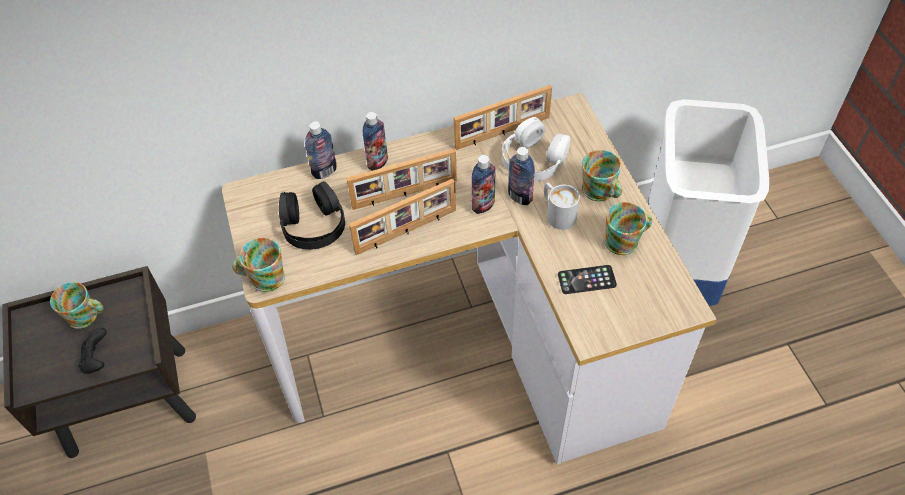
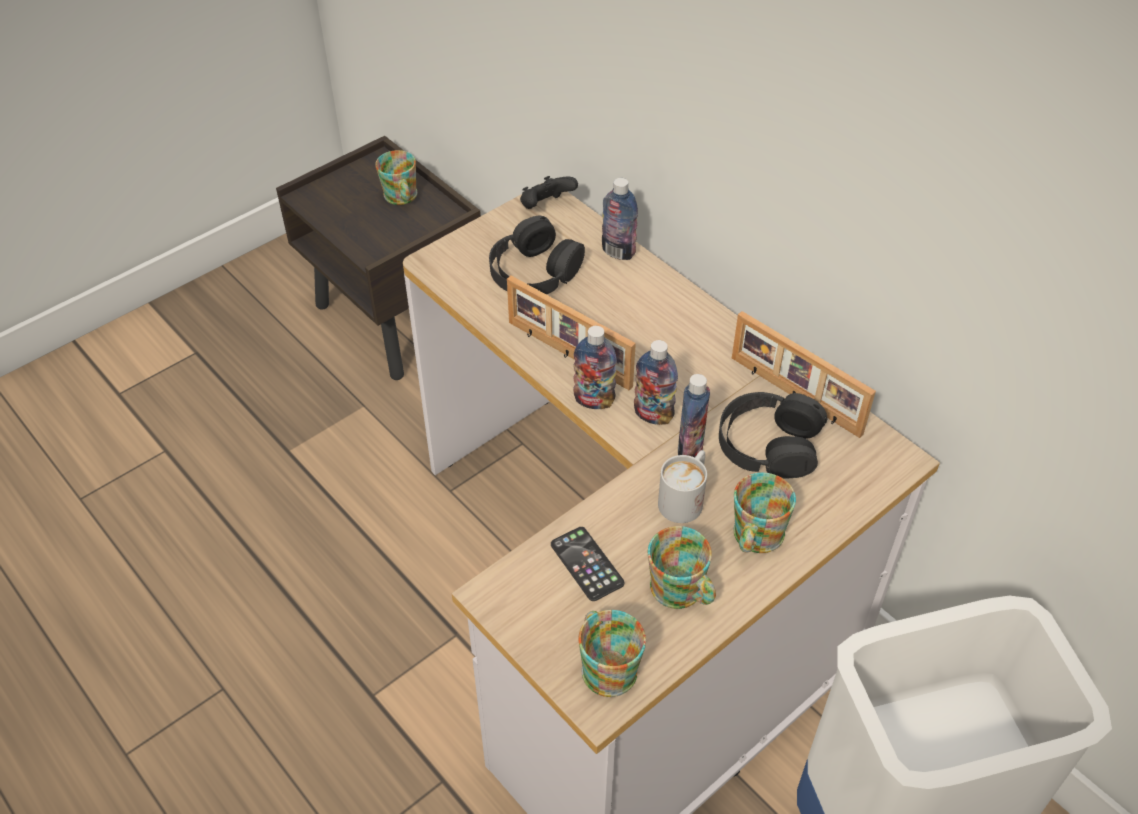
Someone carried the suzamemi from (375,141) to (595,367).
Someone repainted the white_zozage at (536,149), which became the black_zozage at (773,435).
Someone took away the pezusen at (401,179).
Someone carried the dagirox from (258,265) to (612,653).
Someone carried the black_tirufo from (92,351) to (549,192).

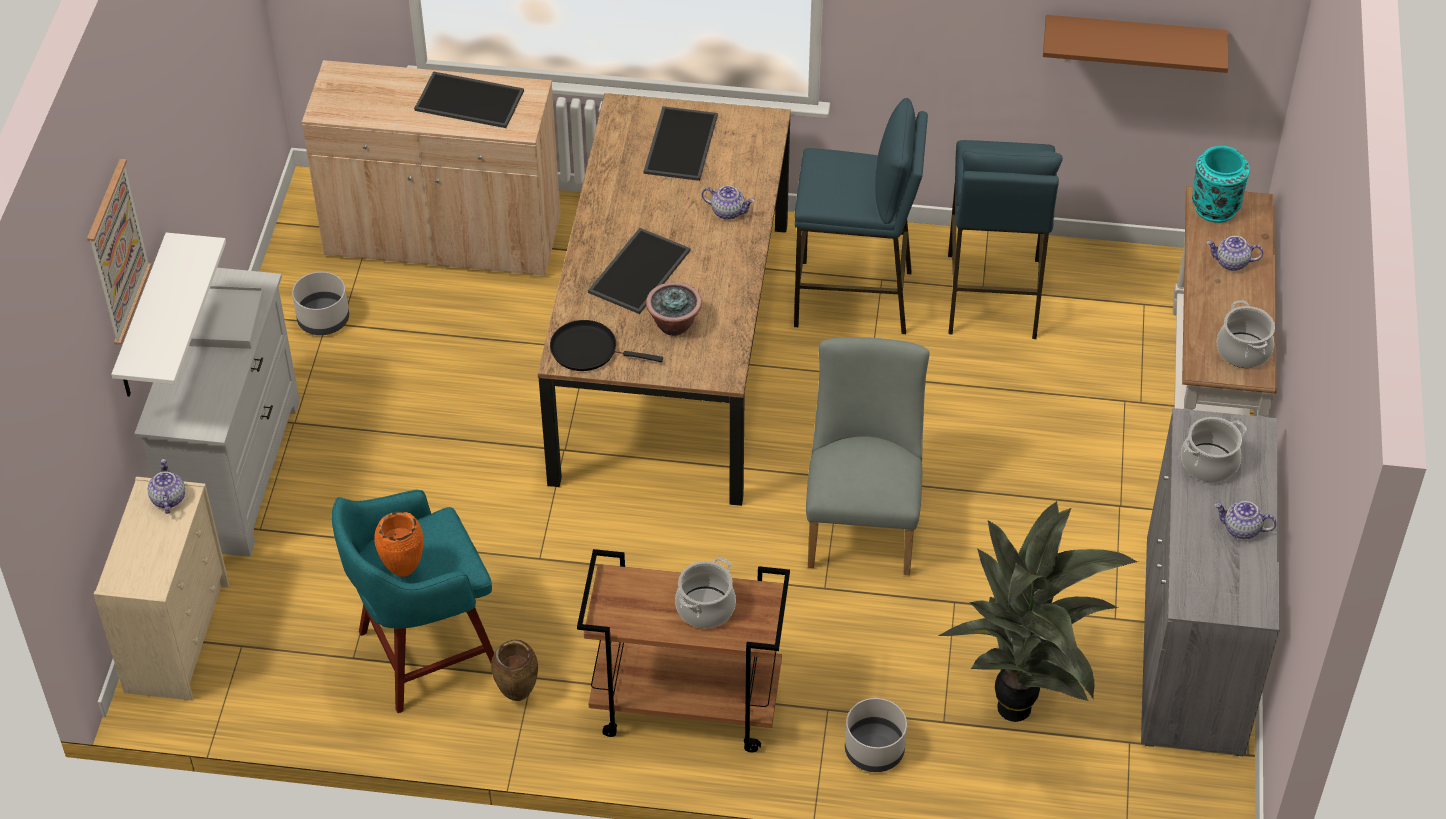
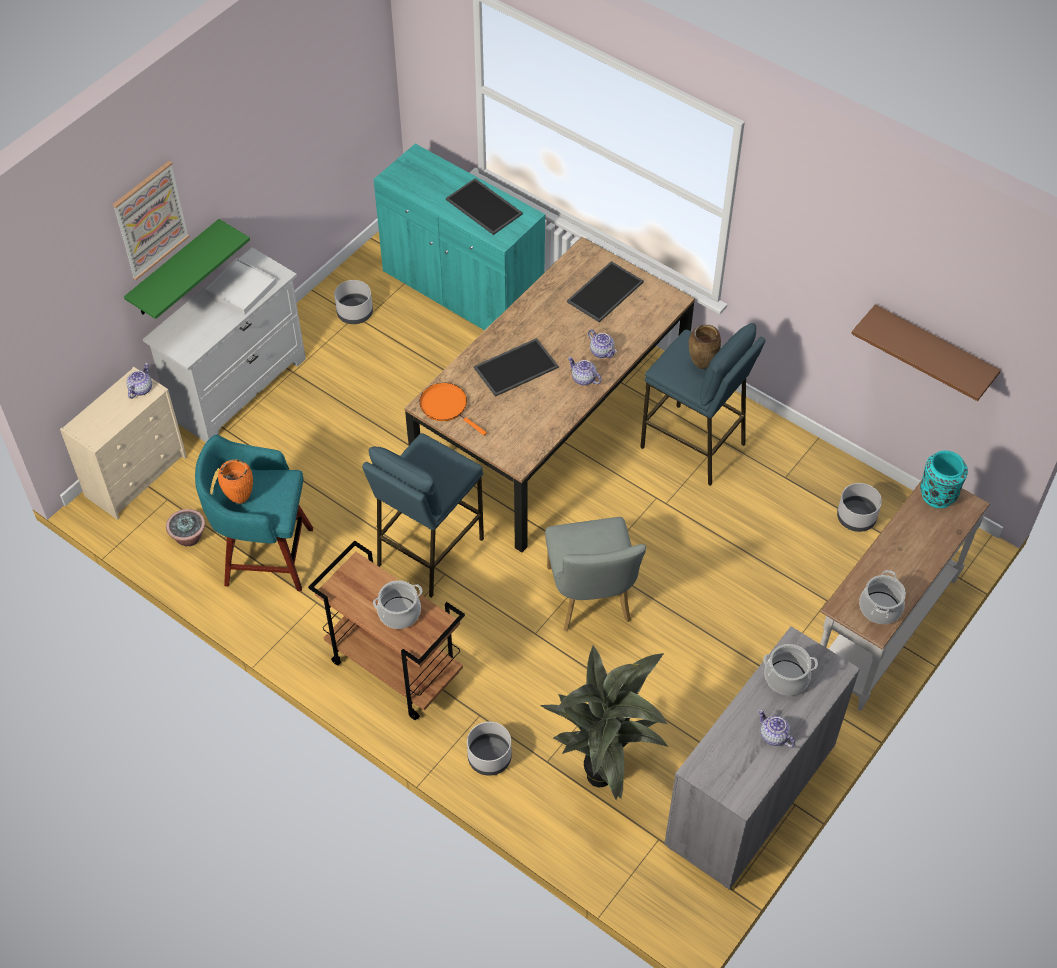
Someone repainted the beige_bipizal at (431,168), which became the turquoise_bipizal at (459,237).
Someone carried the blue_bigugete from (1005,239) to (423,515).
Someone repainted the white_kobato at (169,315), which became the green_kobato at (187,269).
Someone carried the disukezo from (1235,253) to (585,371).
Someone carried the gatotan from (674,309) to (185,528).
Someone repainted the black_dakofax at (606,345), which became the orange_dakofax at (453,409).
Someone rotated the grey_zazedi at (868,456) by 135 degrees clockwise.
Someone carried the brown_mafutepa from (514,670) to (704,347).
Someone put down the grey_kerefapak at (859,507).

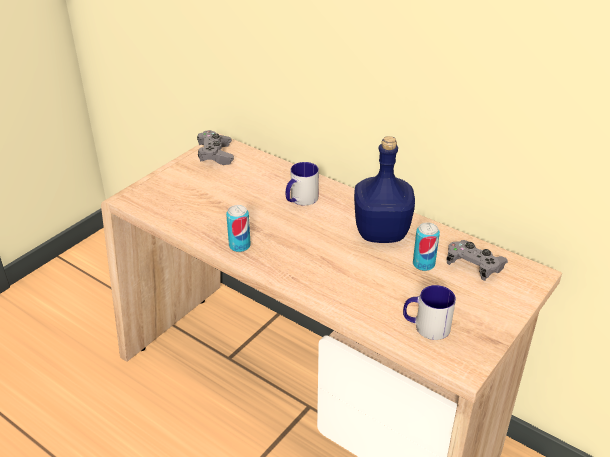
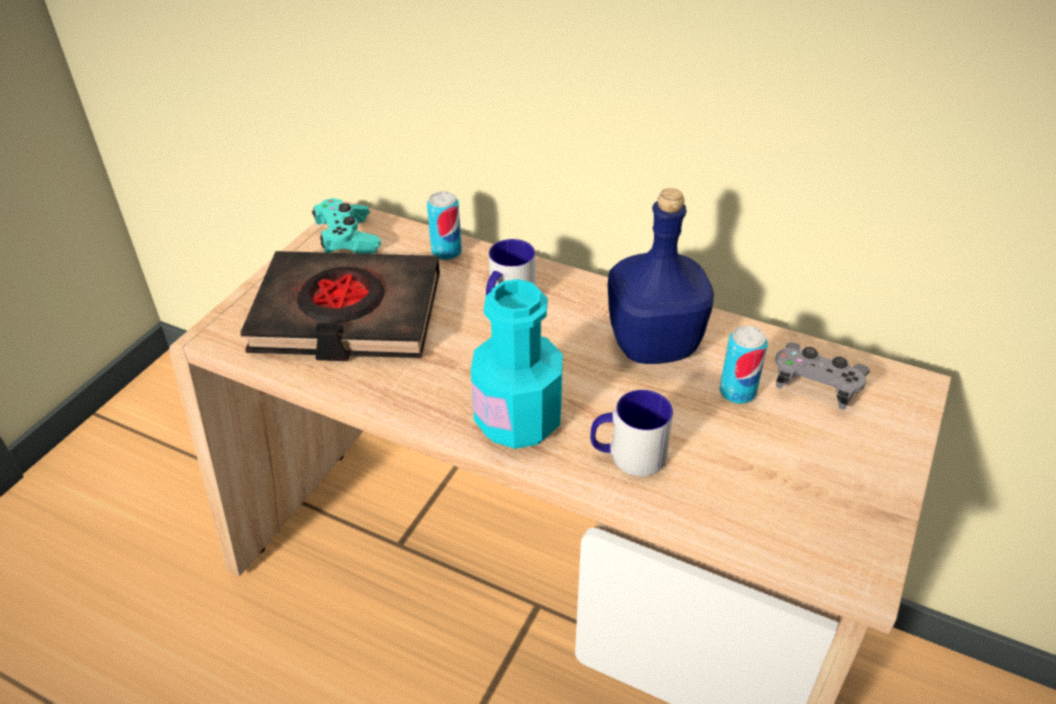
Someone repainted the grey_tirufo at (215,147), which became the turquoise_tirufo at (346,226).
Someone carried the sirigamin from (238,228) to (444,225).
Someone carried the dagirox from (429,312) to (631,433).
Someone put down the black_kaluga at (340,306).
Someone put down the turquoise_suzamemi at (517,364).

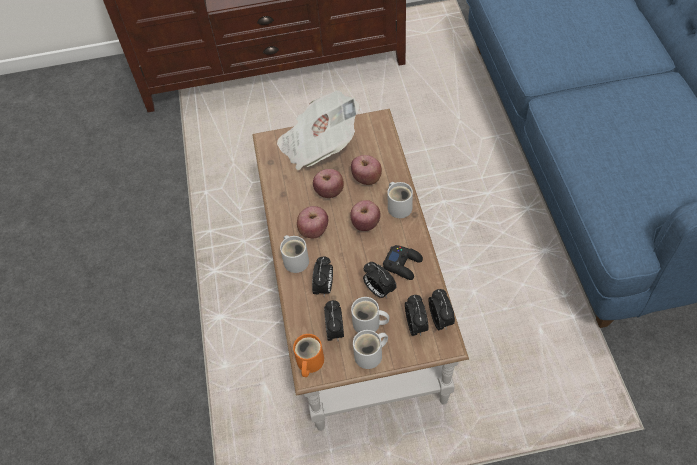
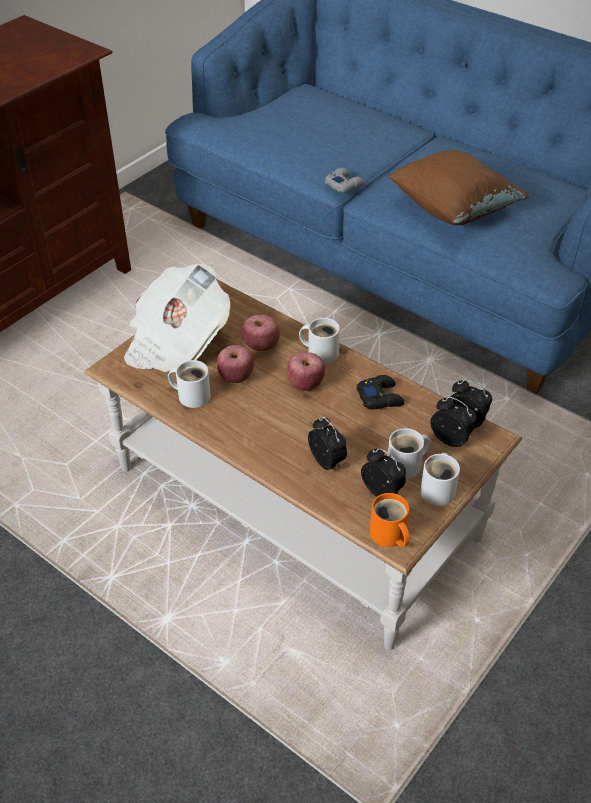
Someone took away the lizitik at (312,222).
Someone carried the white_dagirox from (294,254) to (189,384).
Someone took away the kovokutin at (380,280).
Someone put down the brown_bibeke at (458,187).
Someone put down the grey_tirufo at (345,180).

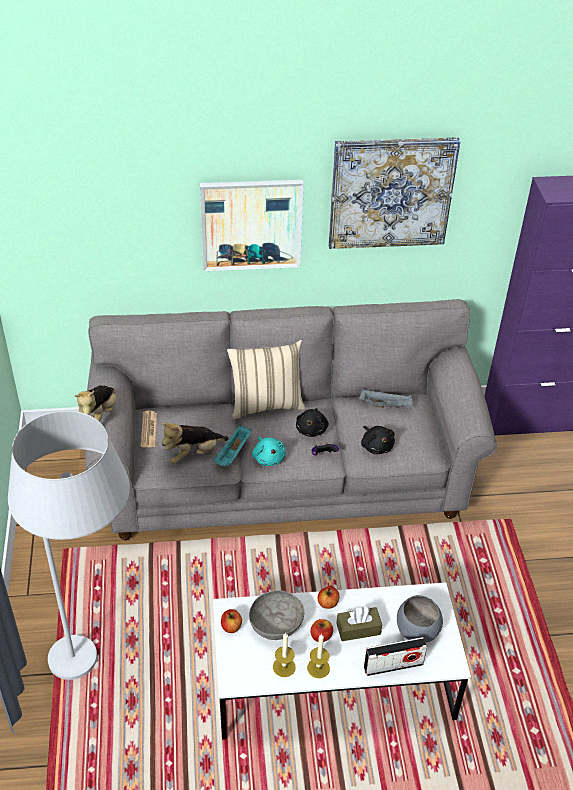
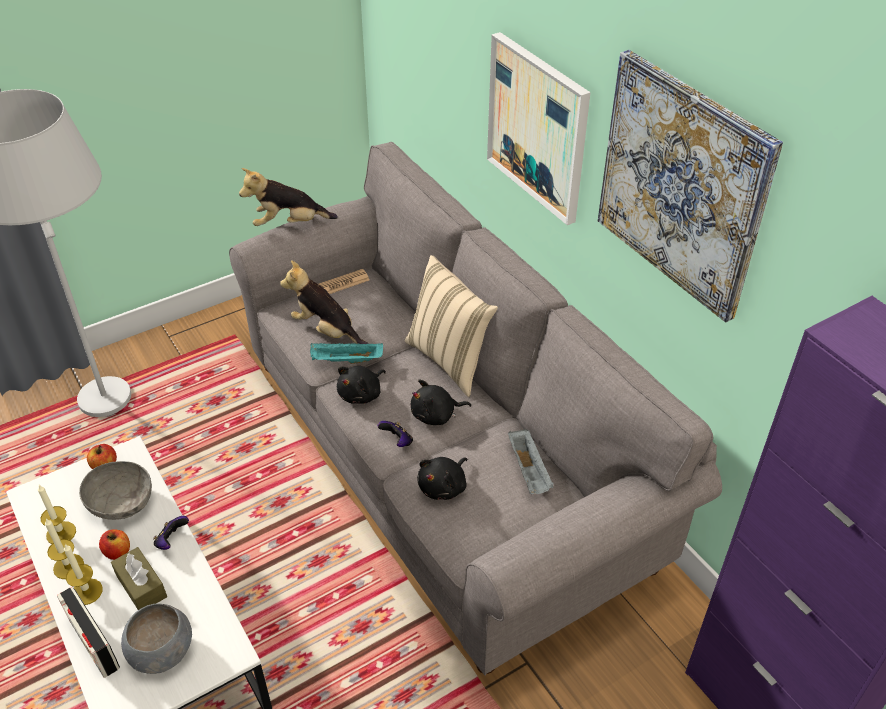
Someone repainted the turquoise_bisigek at (269,451), which became the black_bisigek at (361,385).
Someone swapped the lizitik at (329,597) for the tirufo at (171,533).
Someone put down the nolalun at (83,574).

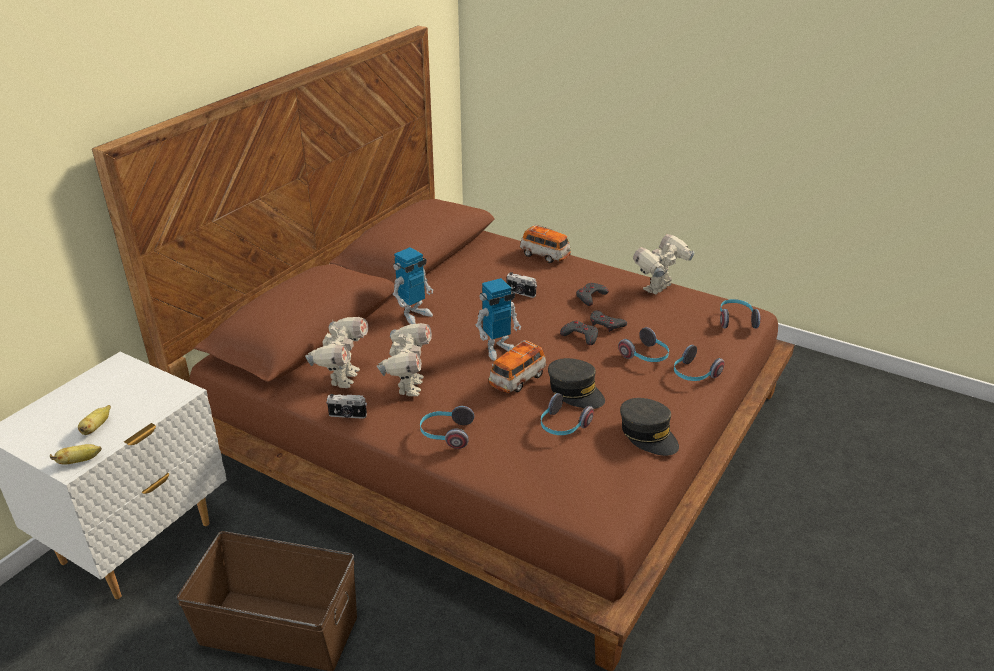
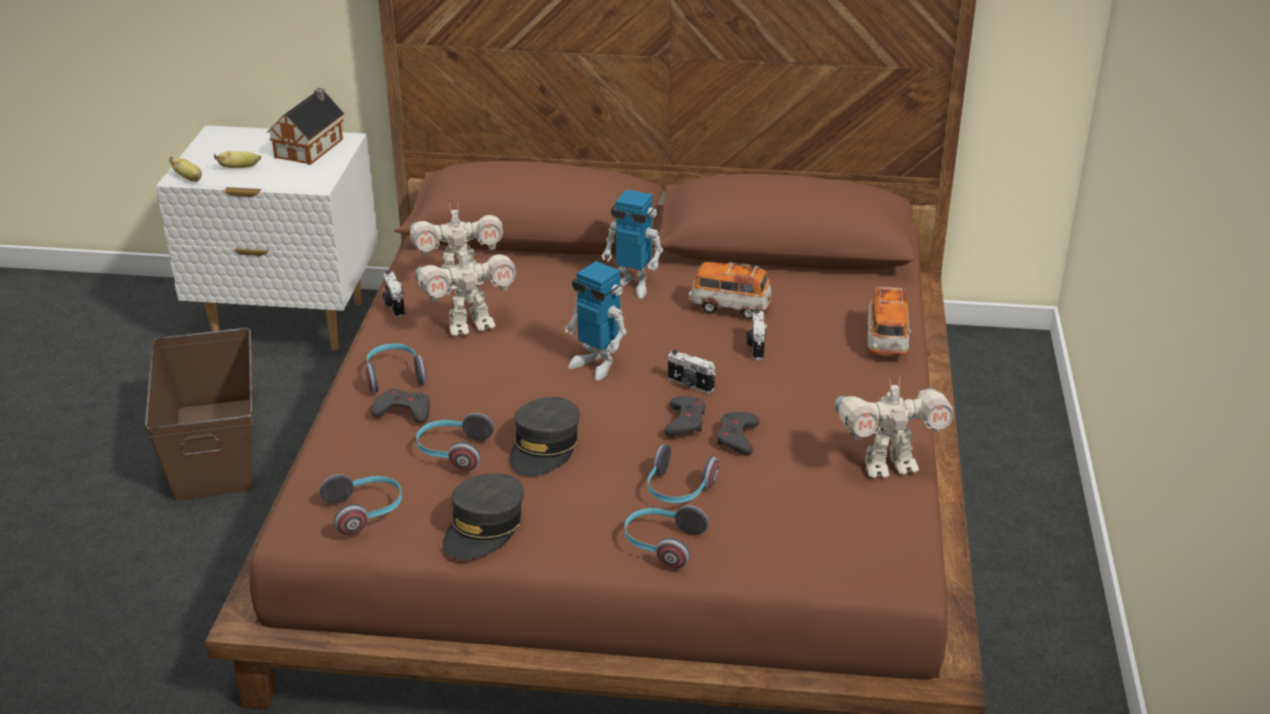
Someone rotated the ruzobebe at (664,264) by 150 degrees clockwise.
Someone carried the grey_tirufo from (592,294) to (400,406).
Someone carried the zozage from (740,314) to (361,504).
Someone carried the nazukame from (517,366) to (730,291).
Someone put down the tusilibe at (306,126).
Someone put down the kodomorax at (691,371).

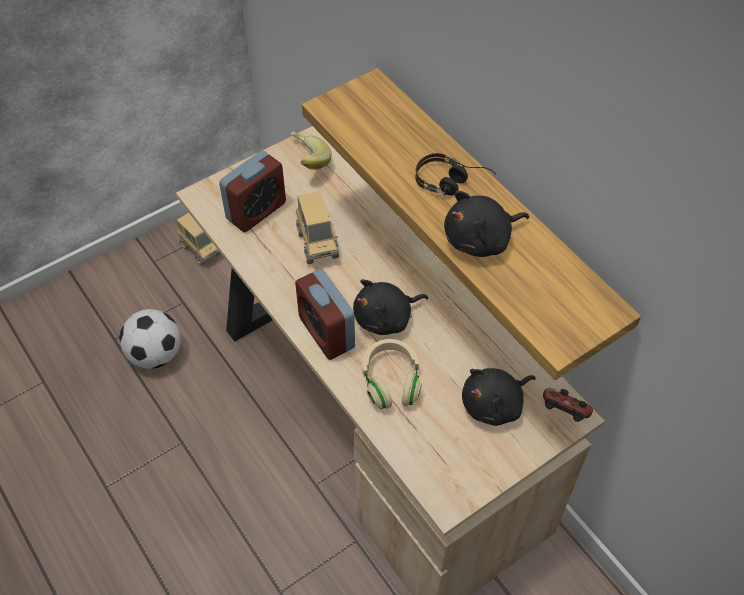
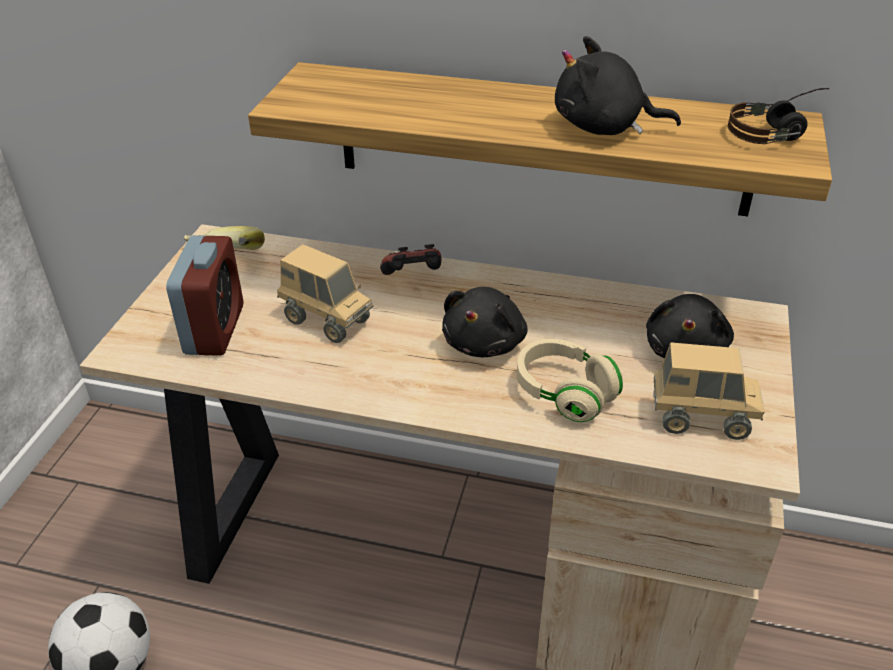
Someone carried the zozage from (456,174) to (779,116).
Someone rotated the black_bisigek at (486,224) by 75 degrees clockwise.
Someone carried the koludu from (198,239) to (708,391).
Someone took away the kovokutin at (325,314).
Someone carried the tirufo from (568,405) to (410,259).

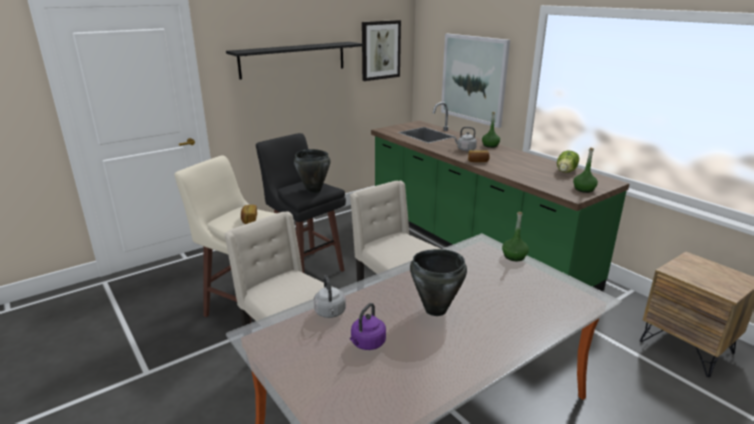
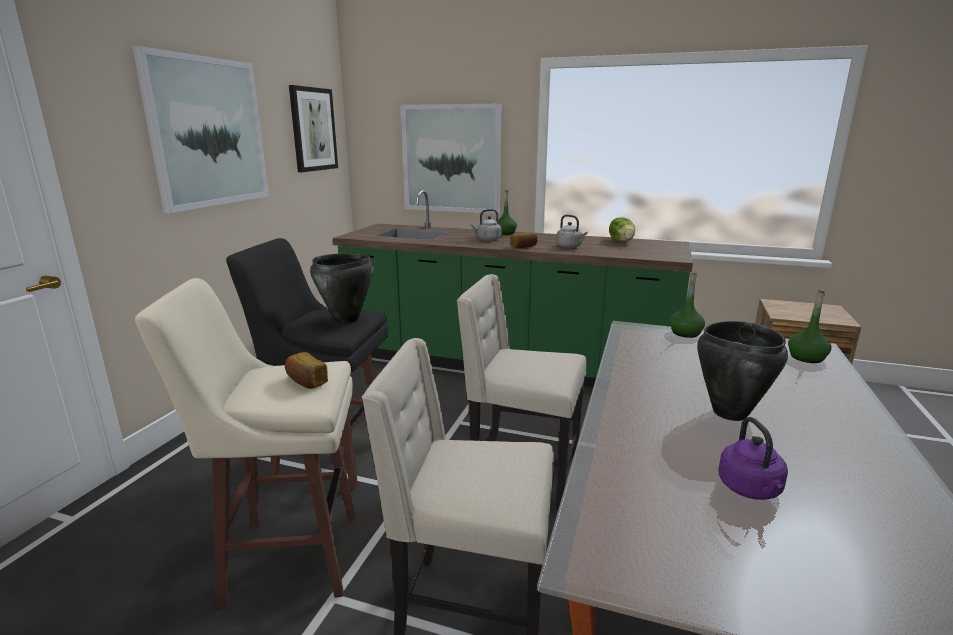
Someone swapped the black_kobato at (294,60) for the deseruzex at (200,129).
Someone carried the green_suzamemi from (585,170) to (809,326).
Someone carried the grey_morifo from (330,296) to (572,231).

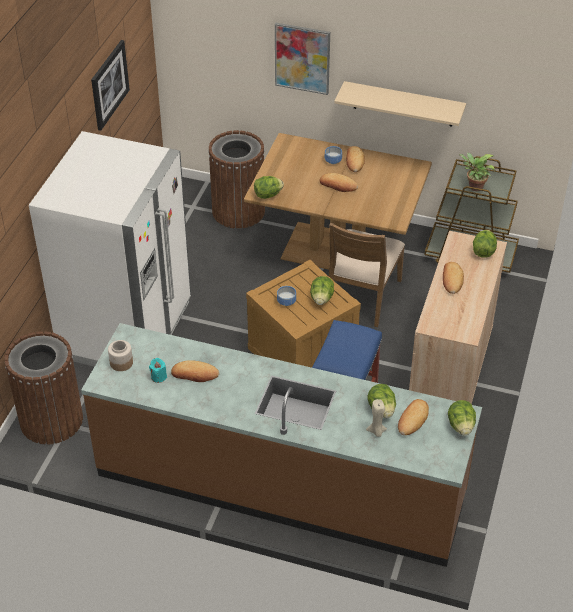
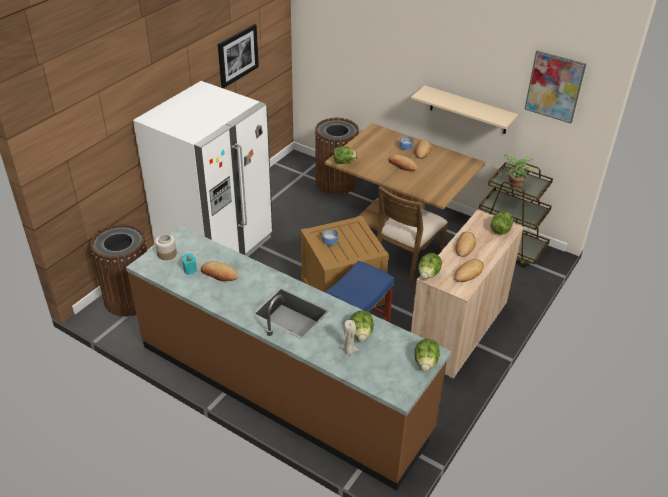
Someone carried the deseruzex from (302,59) to (555,87).
Someone carried the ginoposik from (322,290) to (430,266).
Someone carried the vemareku from (413,417) to (469,270).

